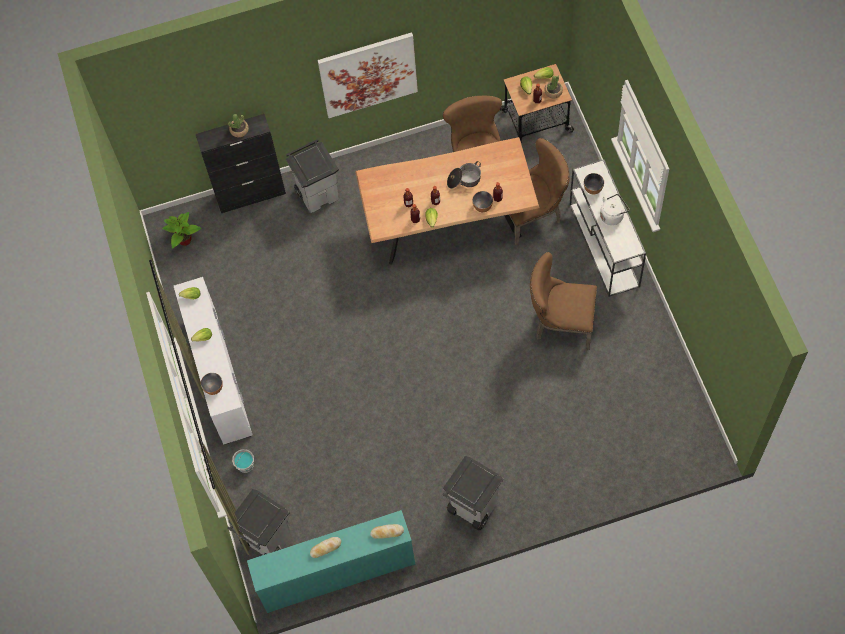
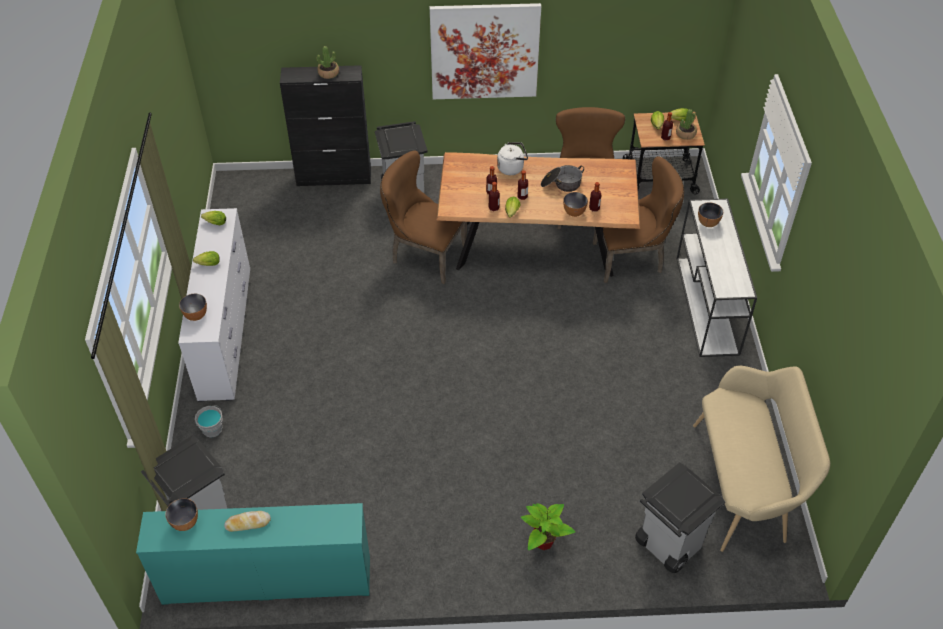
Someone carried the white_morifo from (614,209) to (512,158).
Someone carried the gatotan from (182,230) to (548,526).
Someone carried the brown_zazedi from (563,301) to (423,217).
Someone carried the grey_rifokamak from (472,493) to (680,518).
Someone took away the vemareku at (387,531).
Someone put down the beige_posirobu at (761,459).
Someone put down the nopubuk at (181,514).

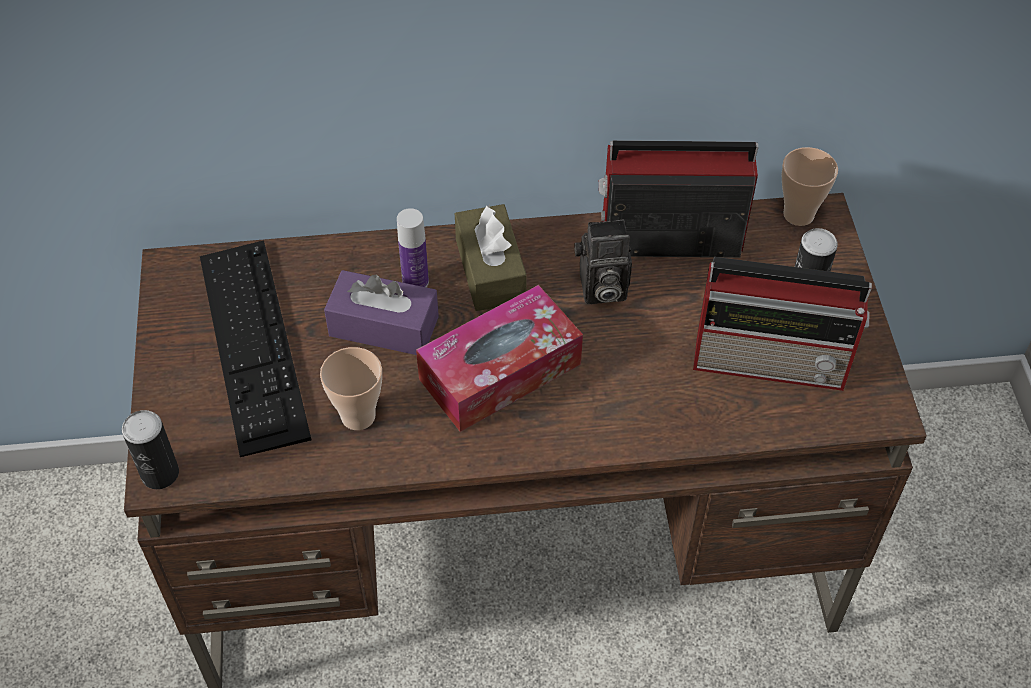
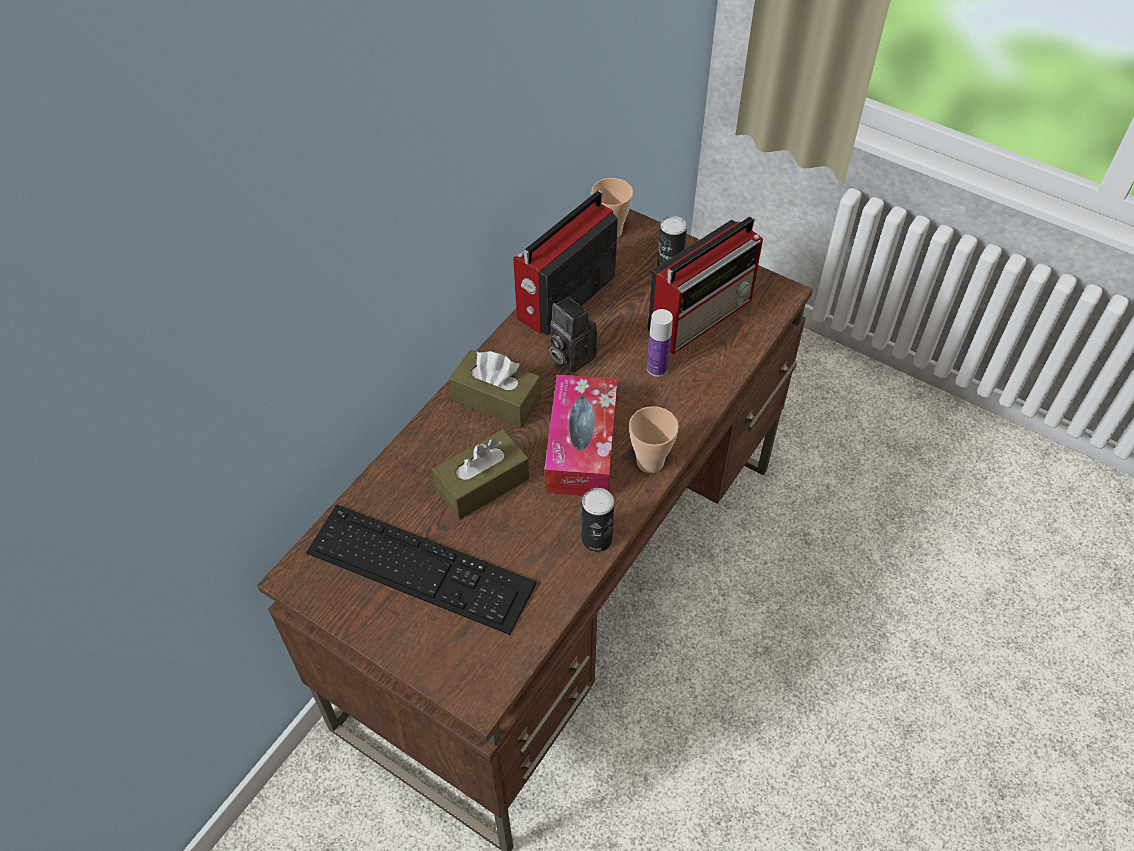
Someone carried the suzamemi from (413,247) to (660,343).
Someone rotated the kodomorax at (603,261) by 105 degrees clockwise.
Someone repainted the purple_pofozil at (381,312), which became the brown_pofozil at (480,474).
Someone carried the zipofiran from (351,388) to (654,439).
Someone carried the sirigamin from (150,449) to (598,520).

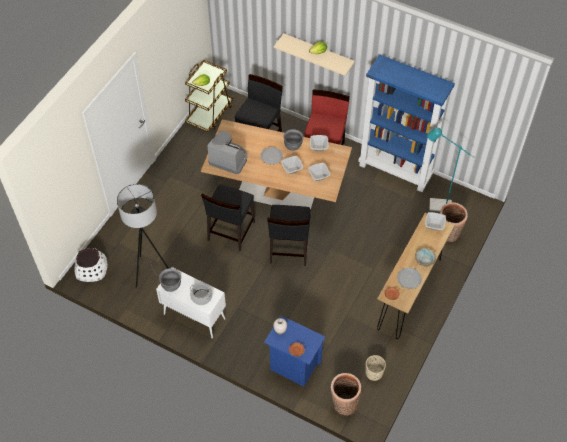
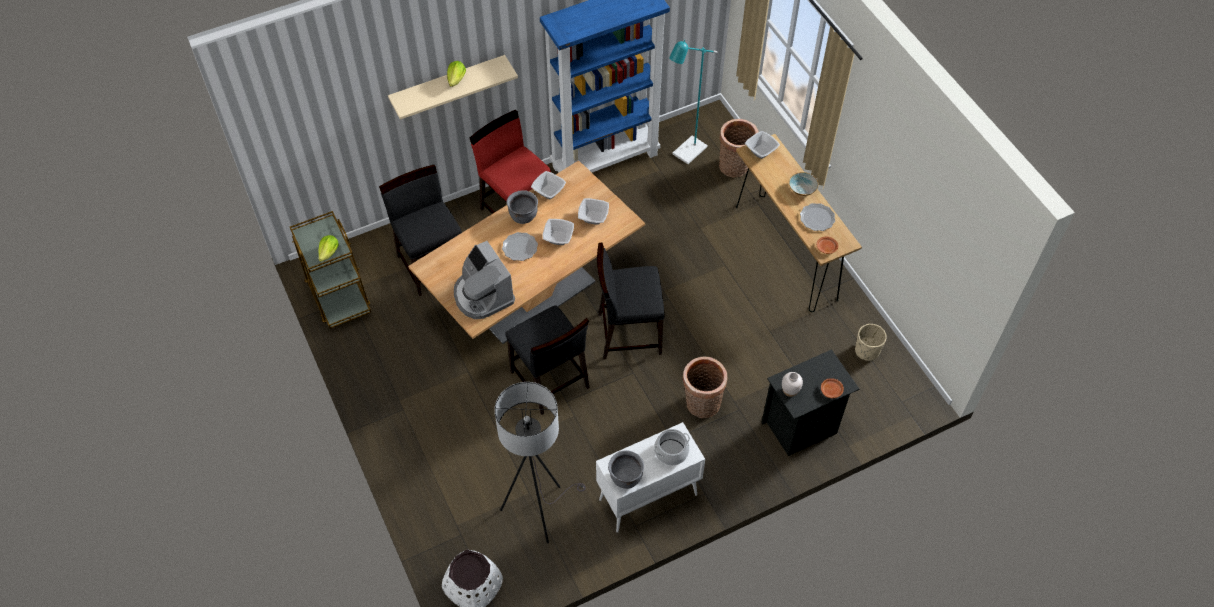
Someone rotated the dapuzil at (227,153) by 90 degrees counterclockwise.
Someone rotated the black_zazedi at (289,235) by 135 degrees clockwise.
Someone repainted the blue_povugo at (294,350), which became the black_povugo at (810,402).
Someone carried the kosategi from (346,394) to (705,387).

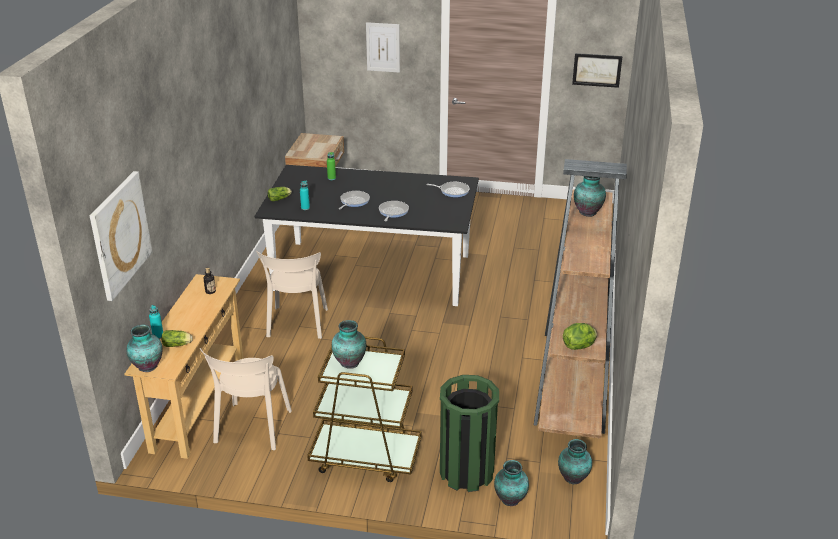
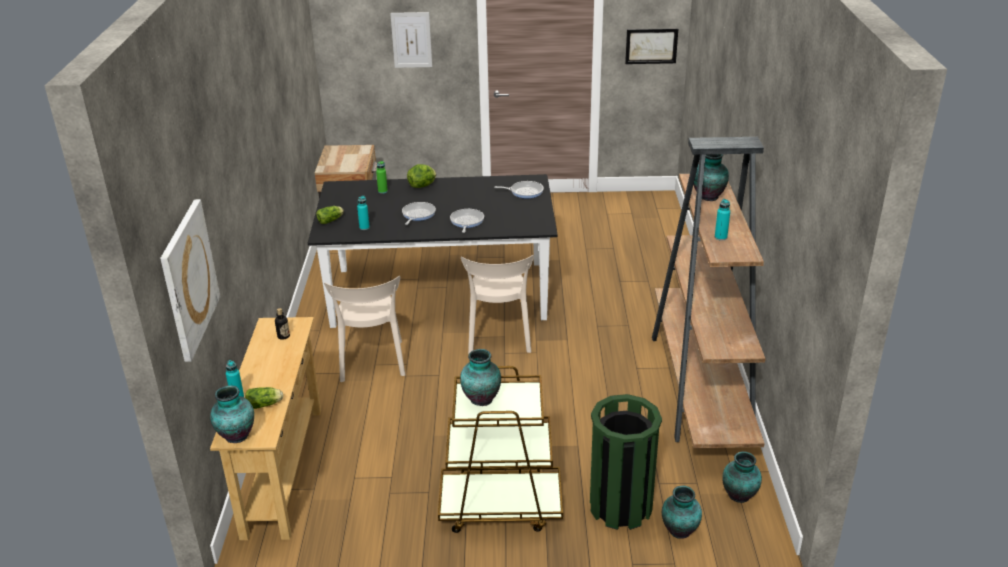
Someone carried the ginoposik from (580,336) to (421,176).
Someone carried the beige_zazedi from (246,399) to (497,304).
Someone put down the turquoise_suzamemi at (722,220).

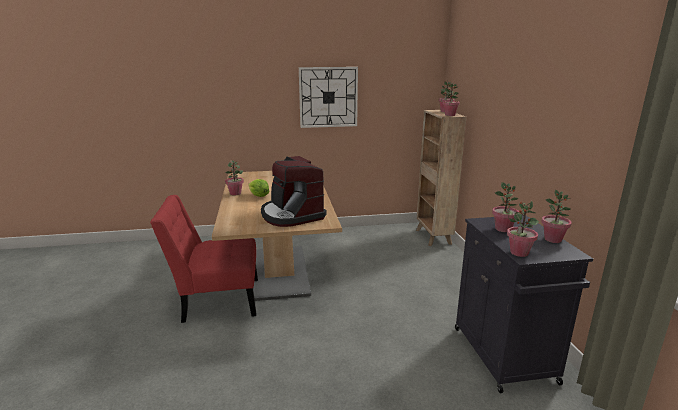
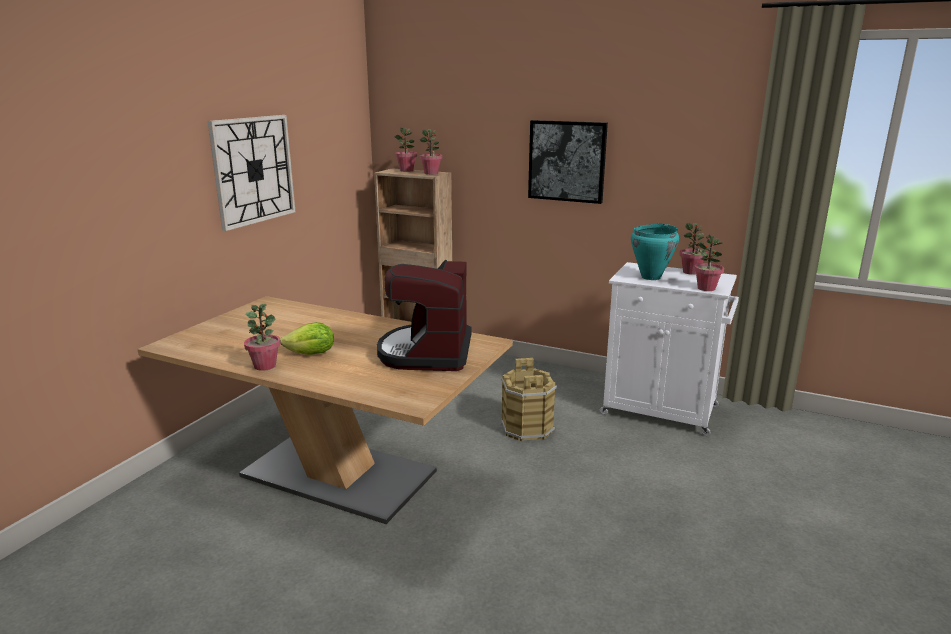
Someone rotated the dapuzil at (294,191) by 90 degrees clockwise.
Someone swapped the gatotan at (505,207) for the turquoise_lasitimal at (655,252).
Someone took away the red_zazedi at (204,259).
Someone repainted the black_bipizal at (524,304), which became the white_bipizal at (669,349).
Someone put up the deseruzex at (568,162).
Someone put down the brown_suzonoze at (529,399).

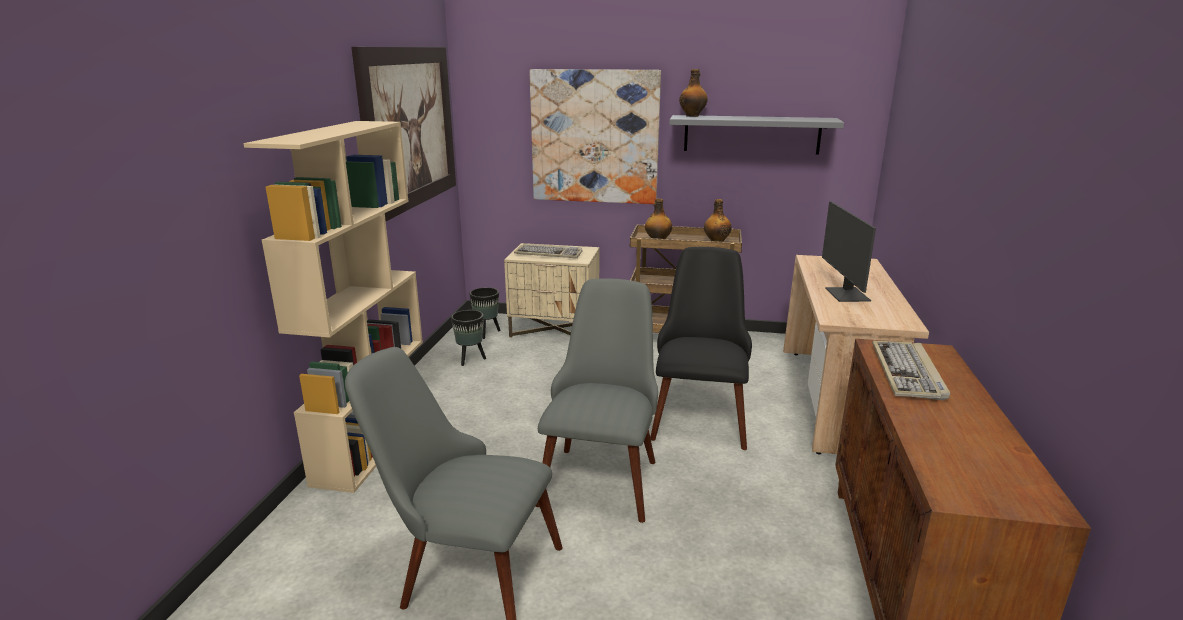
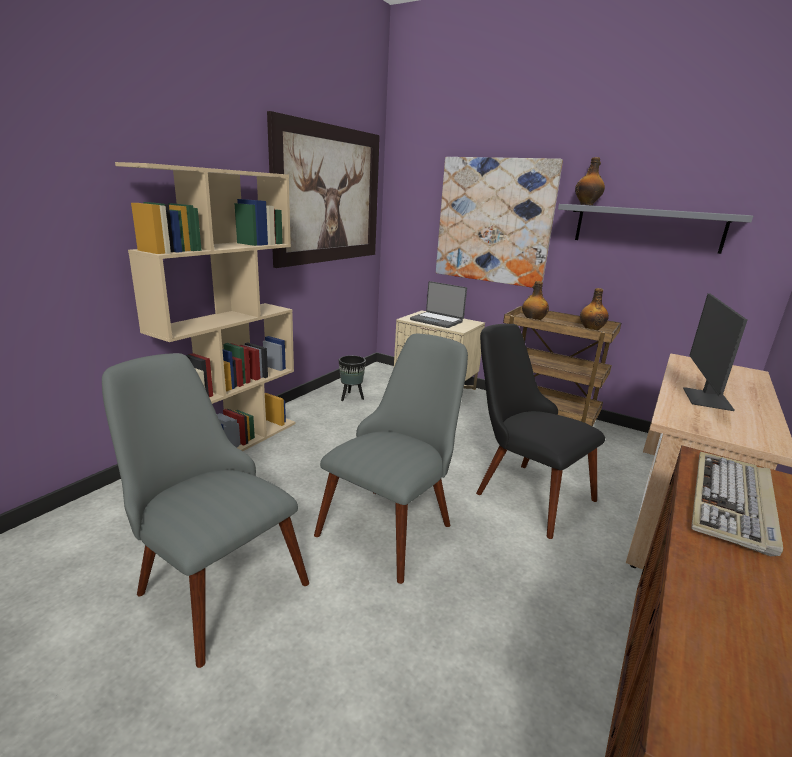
Someone swapped the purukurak at (548,250) for the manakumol at (438,304).
Someone rotated the black_zazedi at (701,348) by 75 degrees counterclockwise.
Someone took away the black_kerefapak at (484,313).

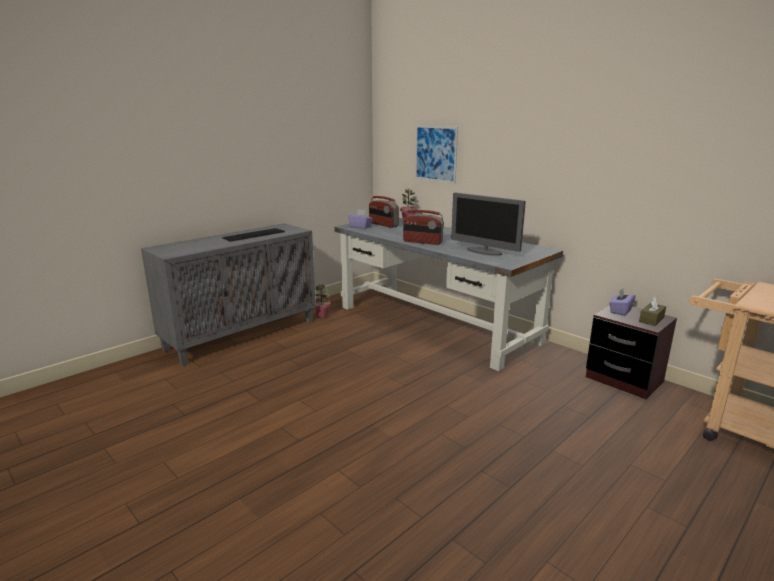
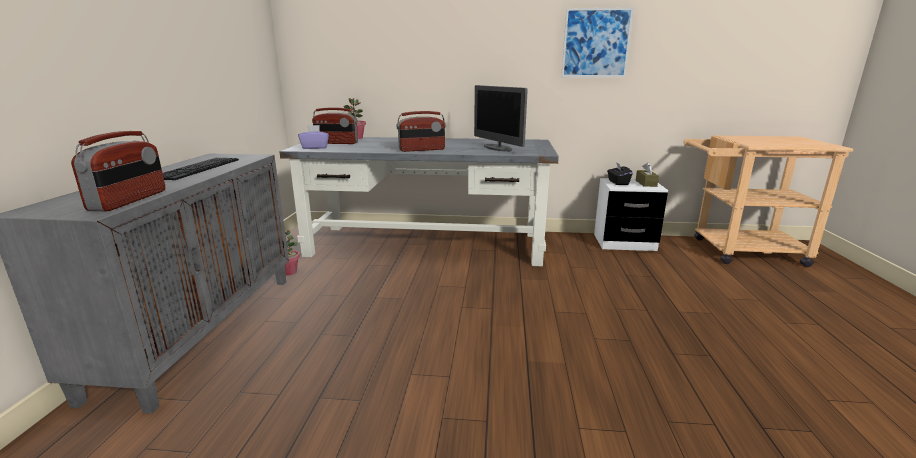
Someone carried the deseruzex from (436,154) to (597,42).
Someone rotated the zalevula at (488,224) by 60 degrees clockwise.
Someone repainted the purple_pofozil at (622,302), which became the black_pofozil at (620,173).
Someone repainted the brown_povugo at (631,352), which became the white_povugo at (631,214).
Someone put down the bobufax at (118,171).

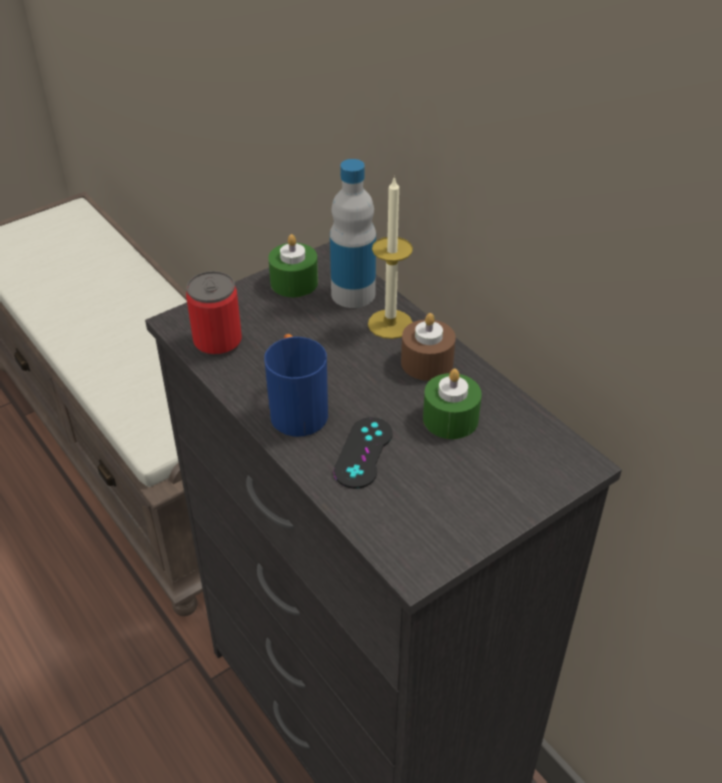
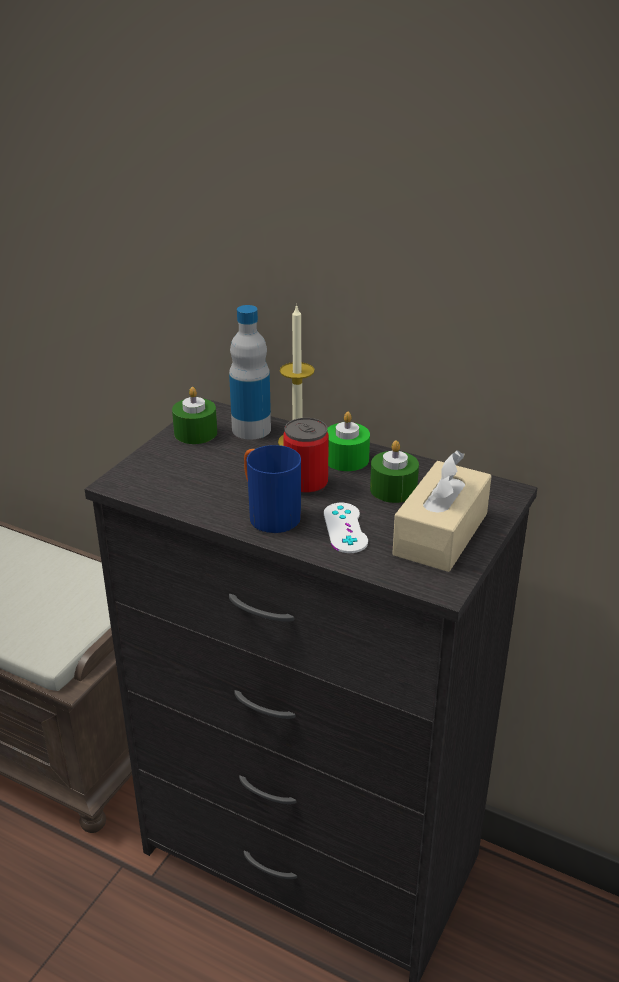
Someone carried the sirigamin from (214,314) to (306,457).
Someone repainted the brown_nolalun at (428,347), which became the green_nolalun at (348,441).
Someone repainted the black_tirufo at (363,453), which became the white_tirufo at (346,528).
Someone put down the beige_pofozil at (442,511).

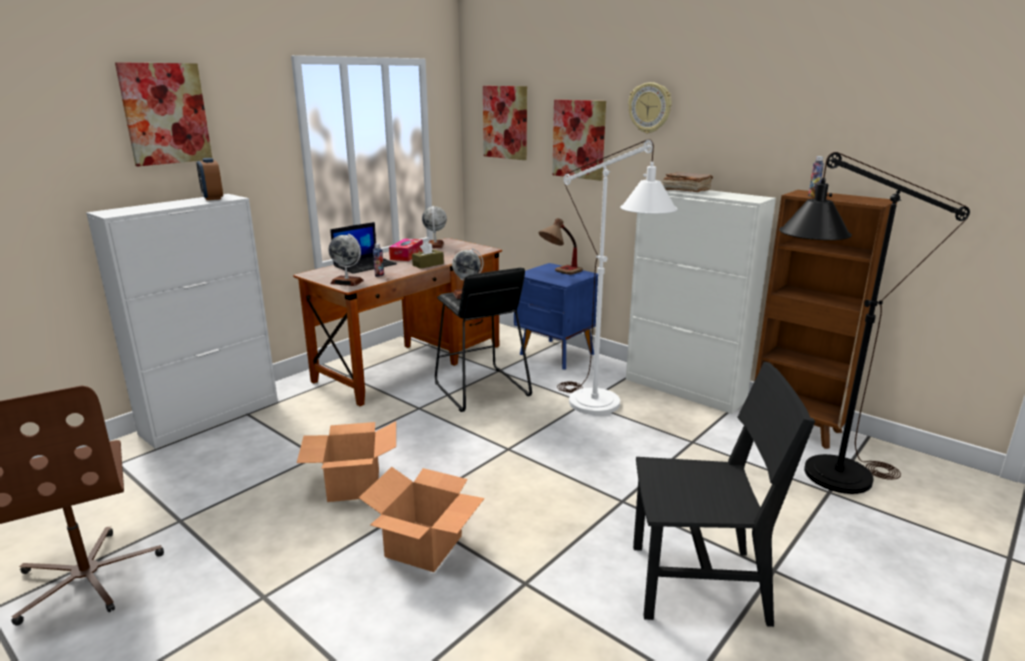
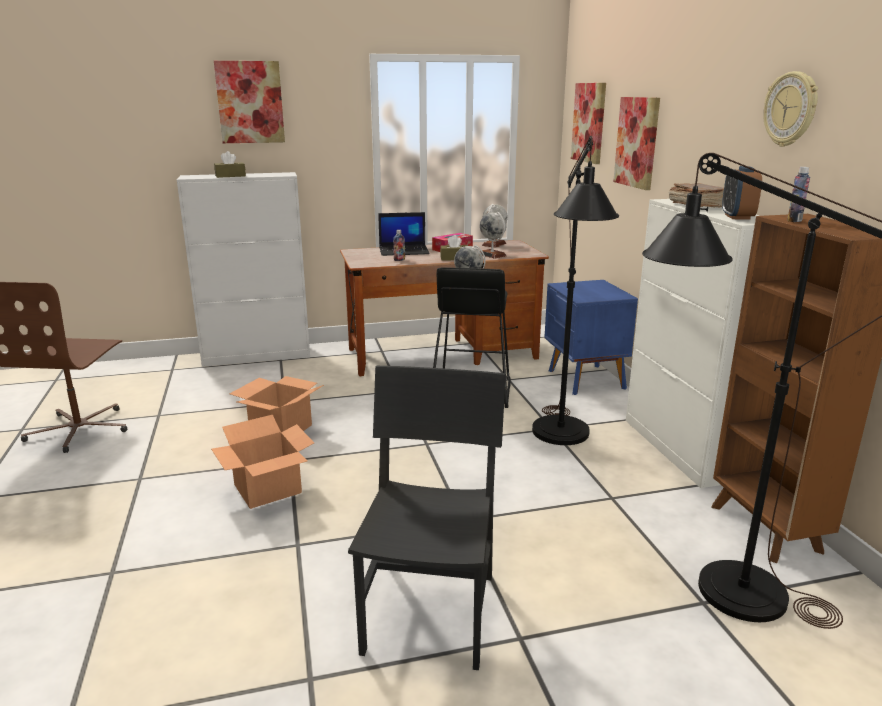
Someone carried the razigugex from (650,107) to (790,109).
Someone repainted the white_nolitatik at (617,277), which became the black_nolitatik at (575,290).
Someone carried the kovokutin from (210,179) to (742,193).
Someone took away the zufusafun at (560,246).
Someone carried the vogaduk from (346,260) to (493,235).
Someone rotated the black_zazedi at (724,494) by 120 degrees counterclockwise.
Someone put down the brown_pofozil at (230,164).

